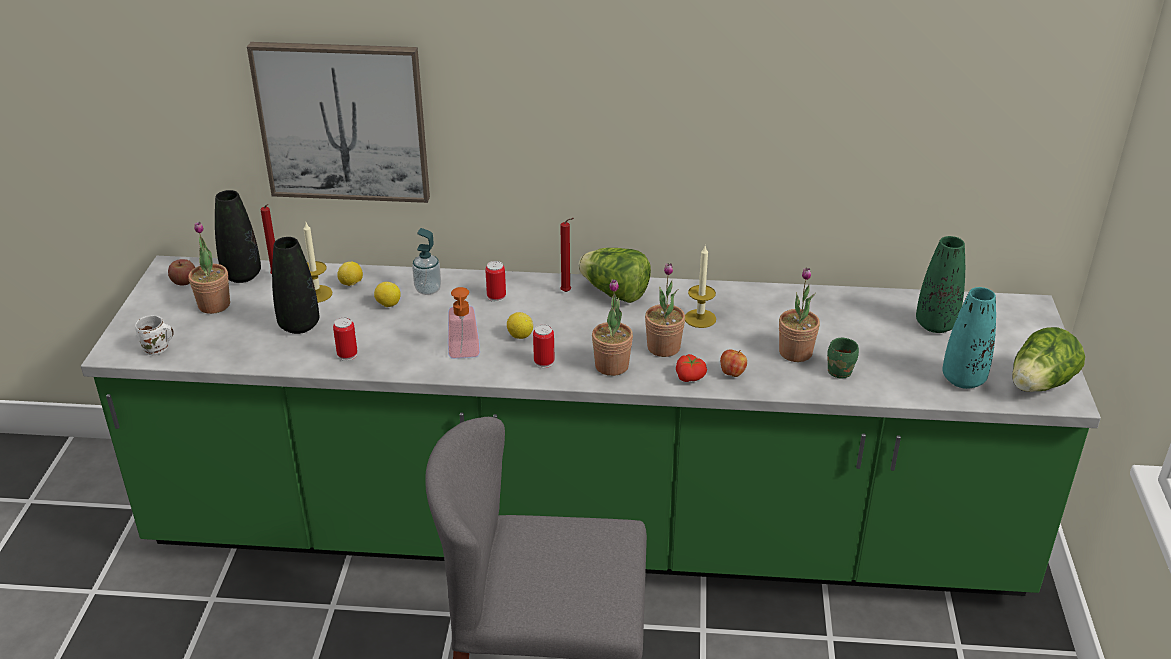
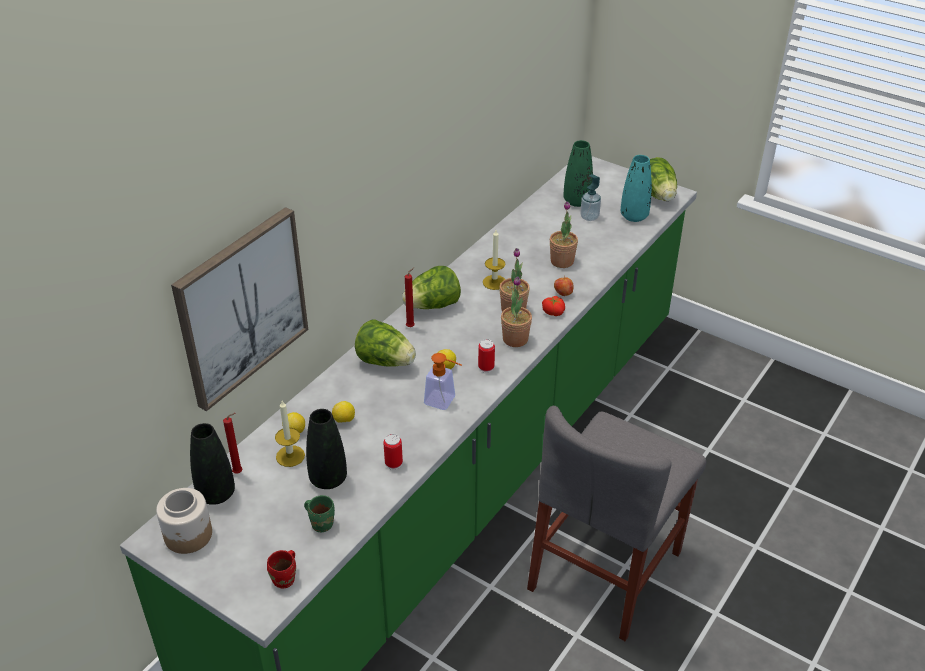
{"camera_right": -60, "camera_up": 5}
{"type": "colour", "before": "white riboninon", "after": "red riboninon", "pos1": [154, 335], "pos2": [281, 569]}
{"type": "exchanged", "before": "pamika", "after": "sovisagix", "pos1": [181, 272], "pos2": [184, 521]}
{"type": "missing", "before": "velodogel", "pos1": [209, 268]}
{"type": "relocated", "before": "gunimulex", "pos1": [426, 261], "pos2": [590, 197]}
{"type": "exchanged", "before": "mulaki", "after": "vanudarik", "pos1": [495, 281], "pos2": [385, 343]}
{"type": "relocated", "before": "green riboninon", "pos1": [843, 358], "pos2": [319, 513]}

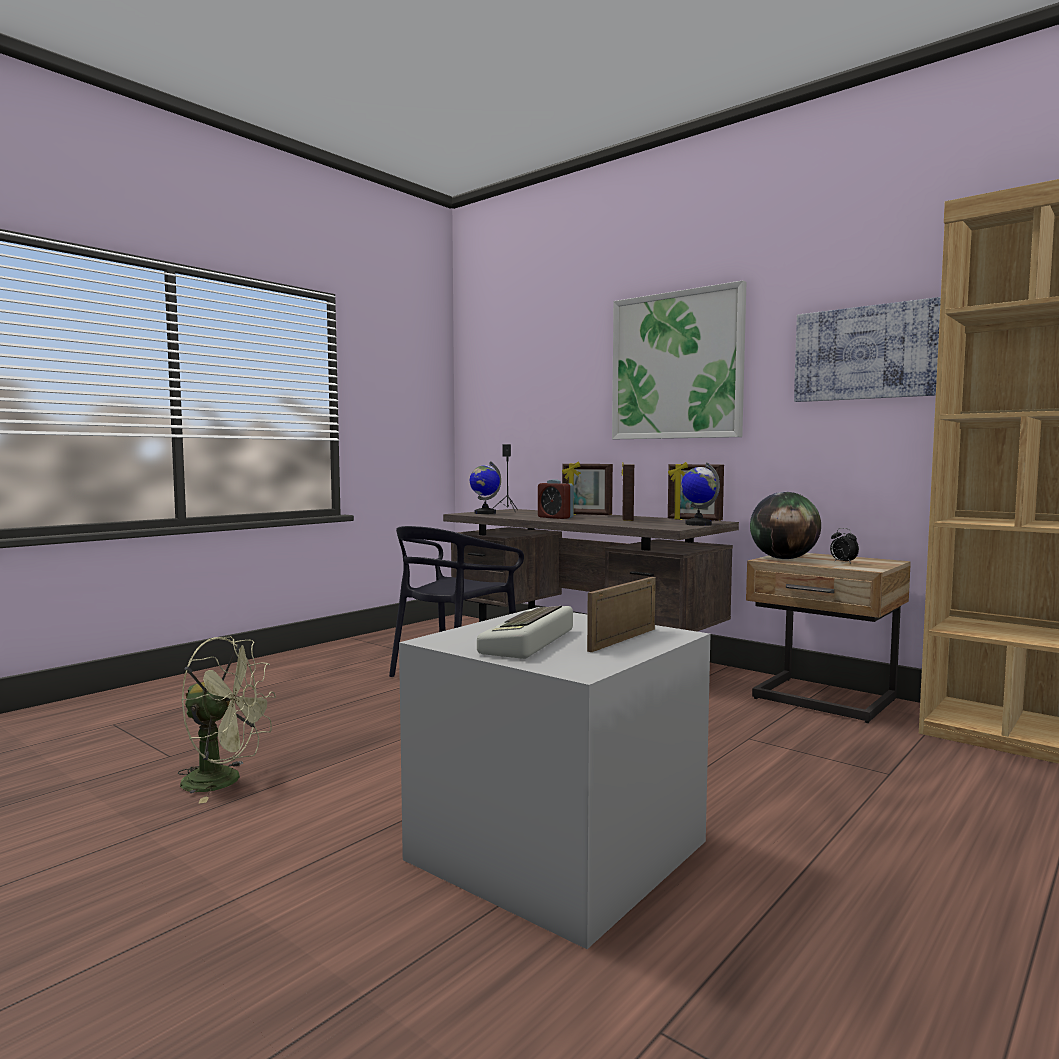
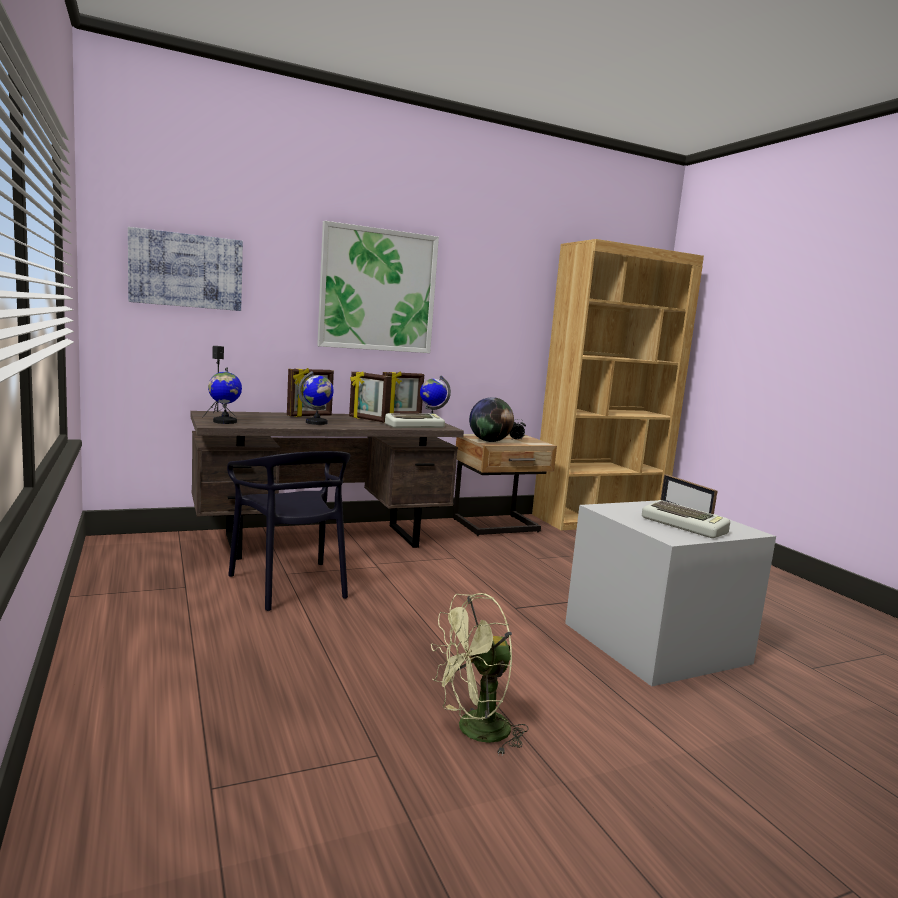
{"camera_right": -65, "camera_up": 5}
{"type": "spun", "before": "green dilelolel", "pos1": [227, 720], "pos2": [480, 674], "turn": -150}
{"type": "exchanged", "before": "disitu", "after": "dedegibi", "pos1": [556, 499], "pos2": [316, 398]}
{"type": "relocated", "before": "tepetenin", "pos1": [867, 349], "pos2": [185, 269]}
{"type": "appeared", "after": "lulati", "pos2": [415, 420]}

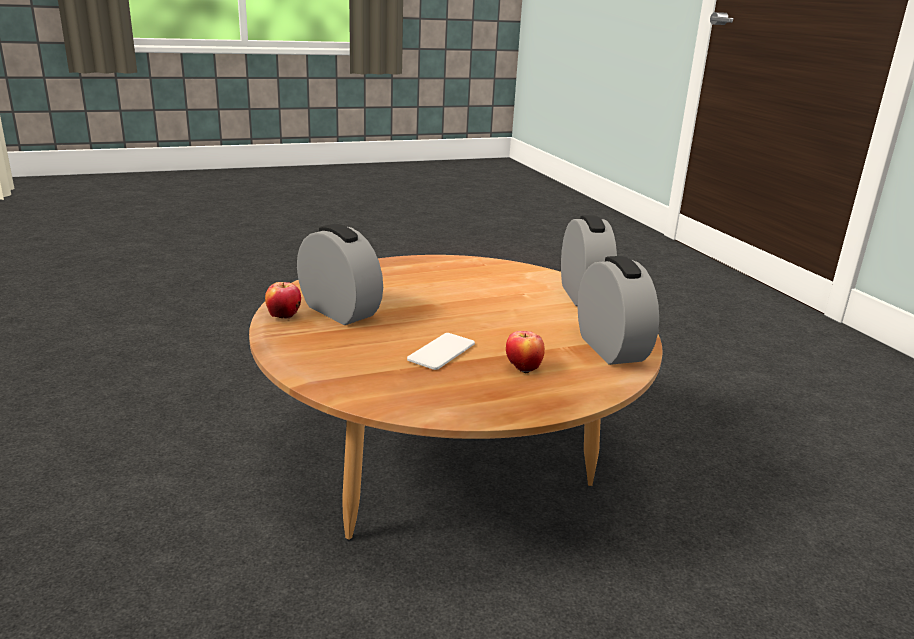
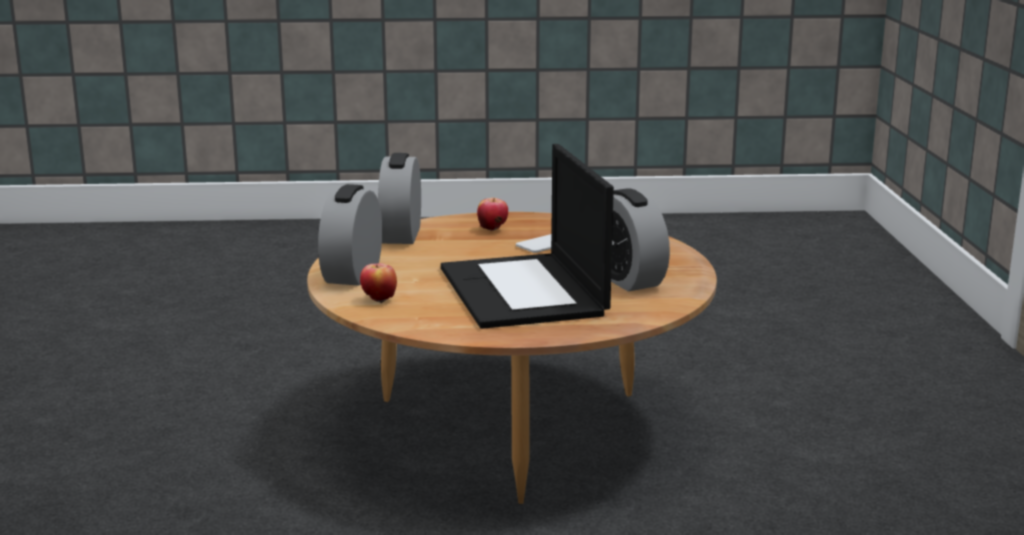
{"camera_right": -160, "camera_up": -5}
{"type": "relocated", "before": "pamika", "pos1": [283, 300], "pos2": [378, 283]}
{"type": "appeared", "after": "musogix", "pos2": [527, 236]}

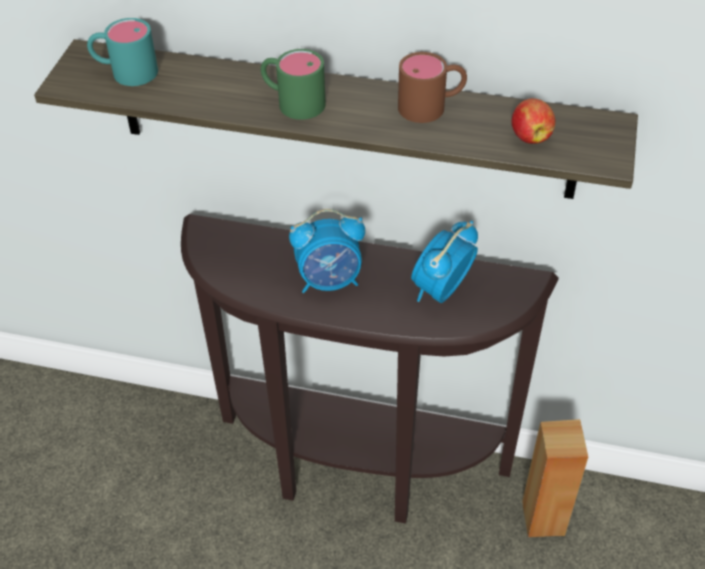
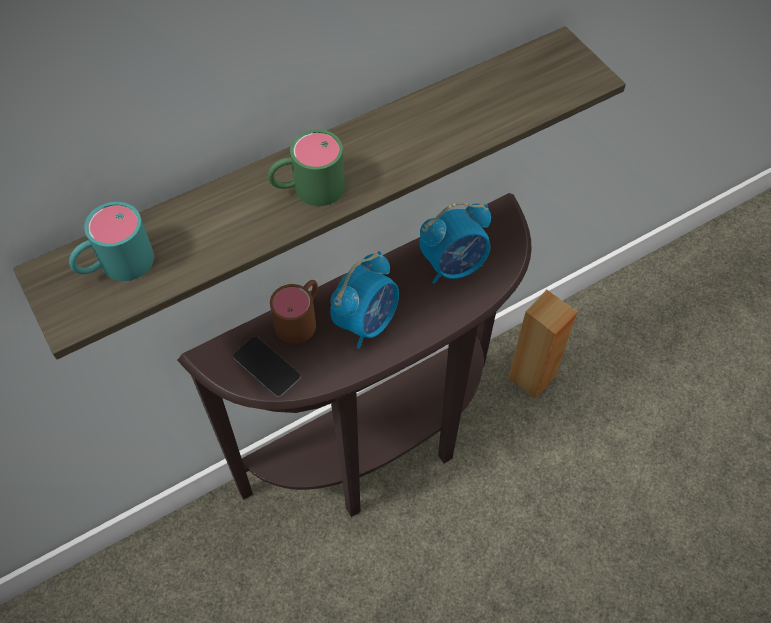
{"camera_right": -45, "camera_up": 10}
{"type": "relocated", "before": "brown riboninon", "pos1": [432, 87], "pos2": [294, 312]}
{"type": "spun", "before": "disitu", "pos1": [444, 262], "pos2": [455, 243], "turn": -105}
{"type": "missing", "before": "pamika", "pos1": [533, 121]}
{"type": "appeared", "after": "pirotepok", "pos2": [267, 367]}

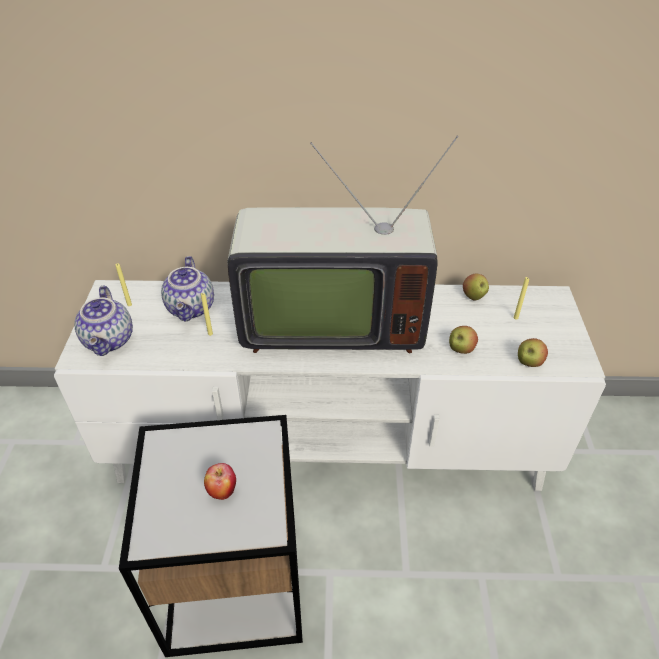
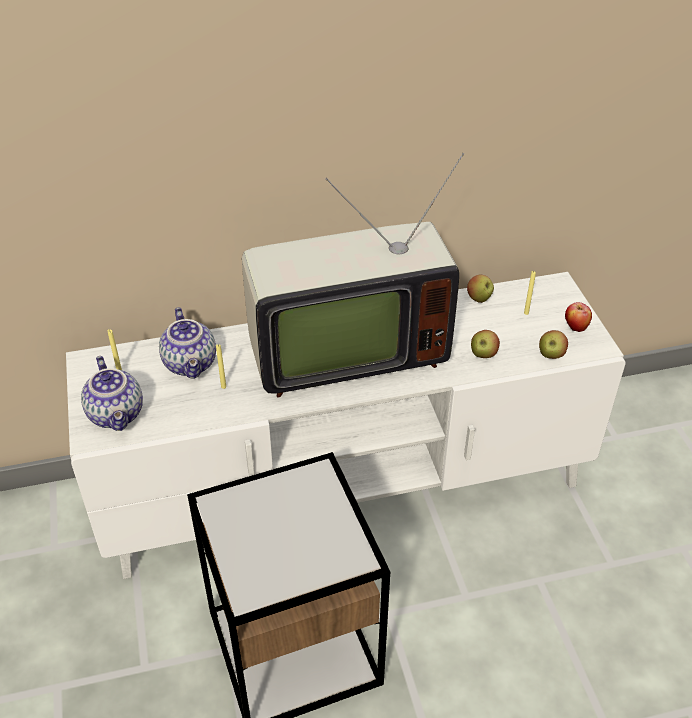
{"camera_right": -15, "camera_up": 0}
{"type": "relocated", "before": "pamika", "pos1": [220, 481], "pos2": [578, 317]}

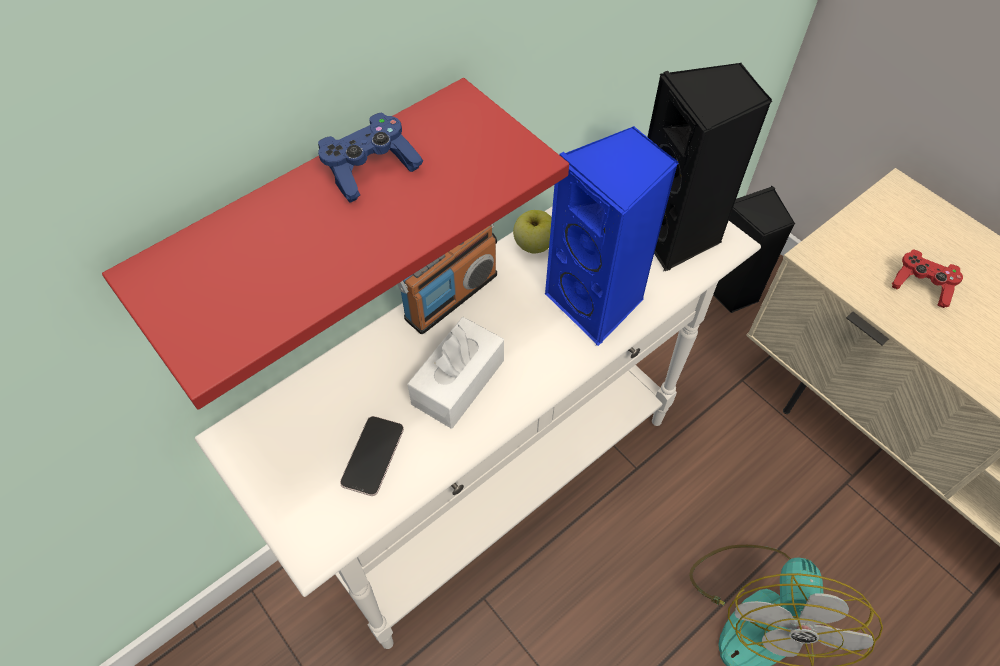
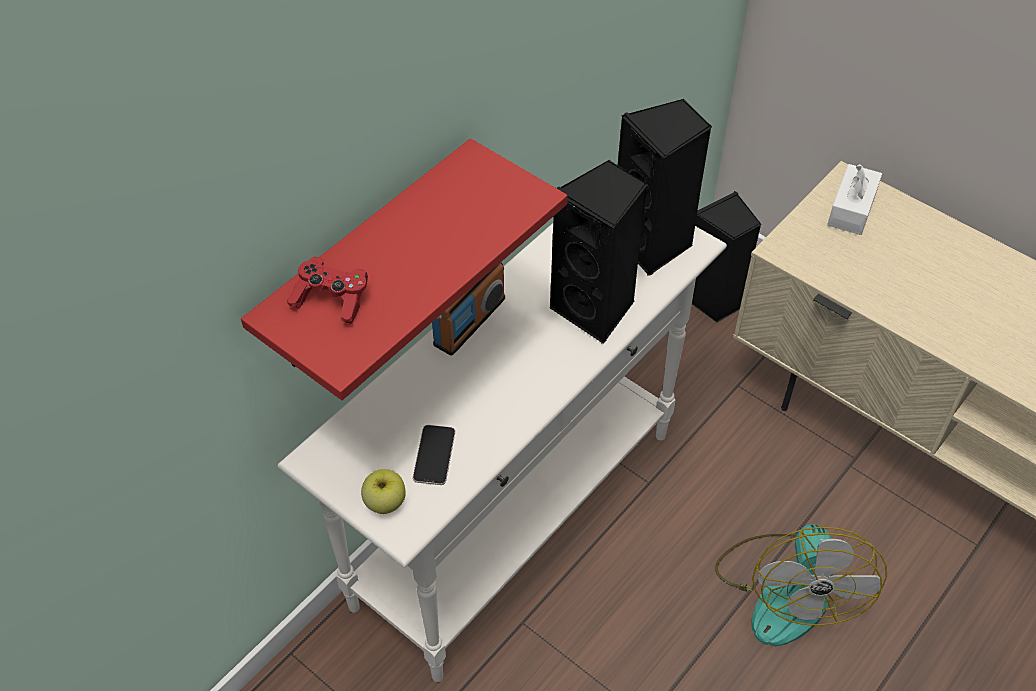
{"camera_right": -10, "camera_up": -5}
{"type": "missing", "before": "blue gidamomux", "pos1": [370, 158]}
{"type": "relocated", "before": "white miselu", "pos1": [455, 373], "pos2": [854, 199]}
{"type": "relocated", "before": "pamika", "pos1": [532, 231], "pos2": [383, 491]}
{"type": "colour", "before": "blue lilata", "after": "black lilata", "pos1": [612, 236], "pos2": [599, 252]}
{"type": "relocated", "before": "red gidamomux", "pos1": [927, 279], "pos2": [327, 290]}

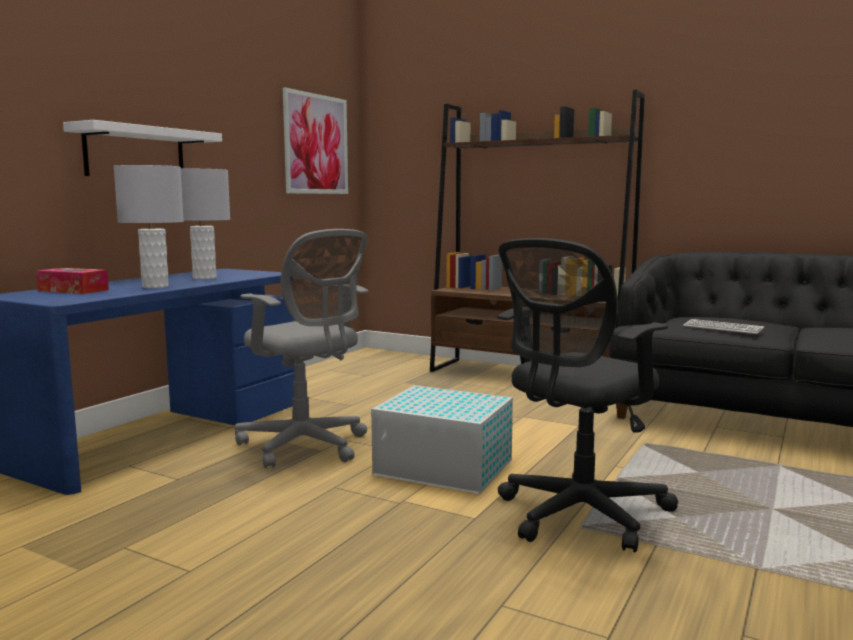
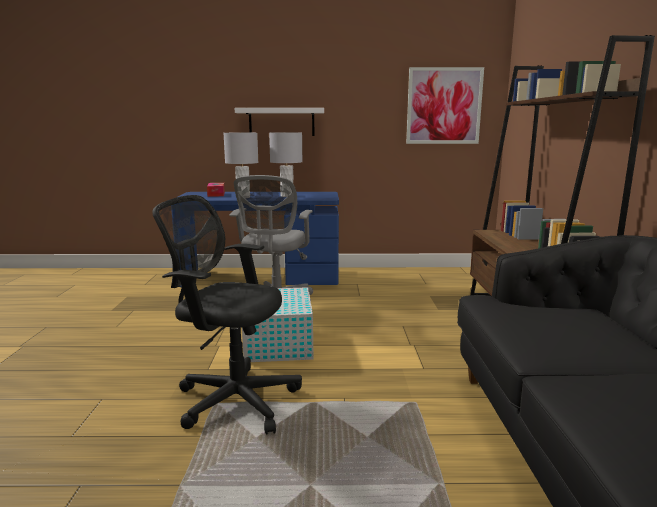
{"camera_right": 60, "camera_up": 5}
{"type": "missing", "before": "lulati", "pos1": [723, 326]}

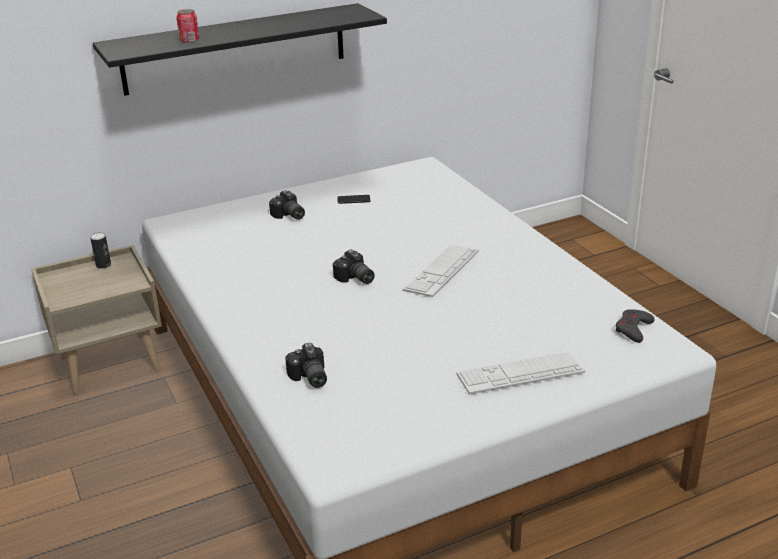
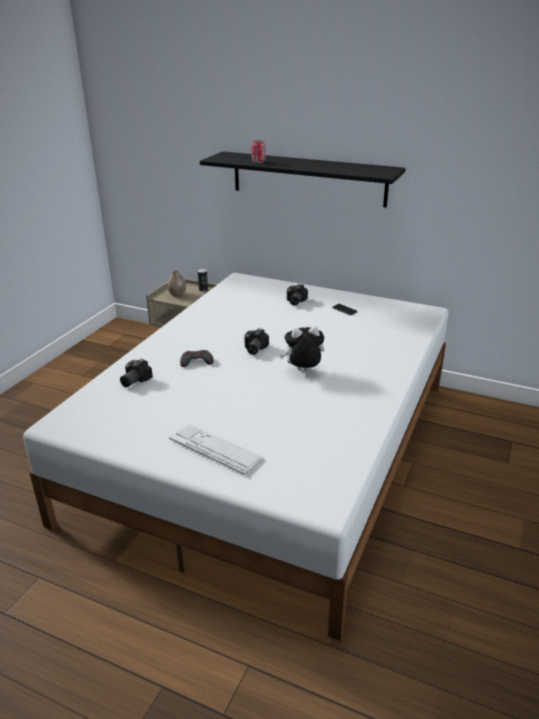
{"camera_right": 50, "camera_up": 0}
{"type": "exchanged", "before": "lulati", "after": "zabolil", "pos1": [441, 271], "pos2": [302, 348]}
{"type": "relocated", "before": "grey gidamomux", "pos1": [635, 326], "pos2": [197, 358]}
{"type": "appeared", "after": "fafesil", "pos2": [176, 283]}

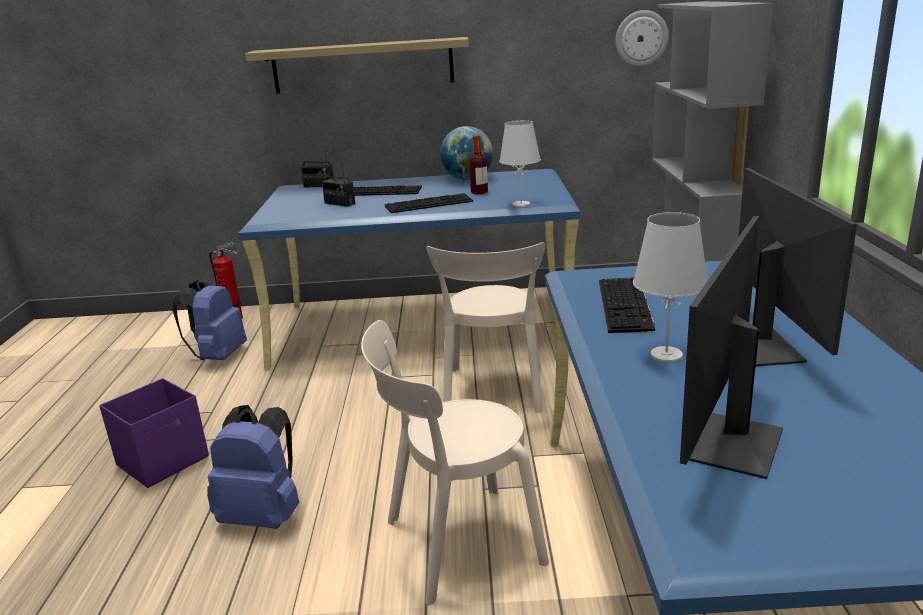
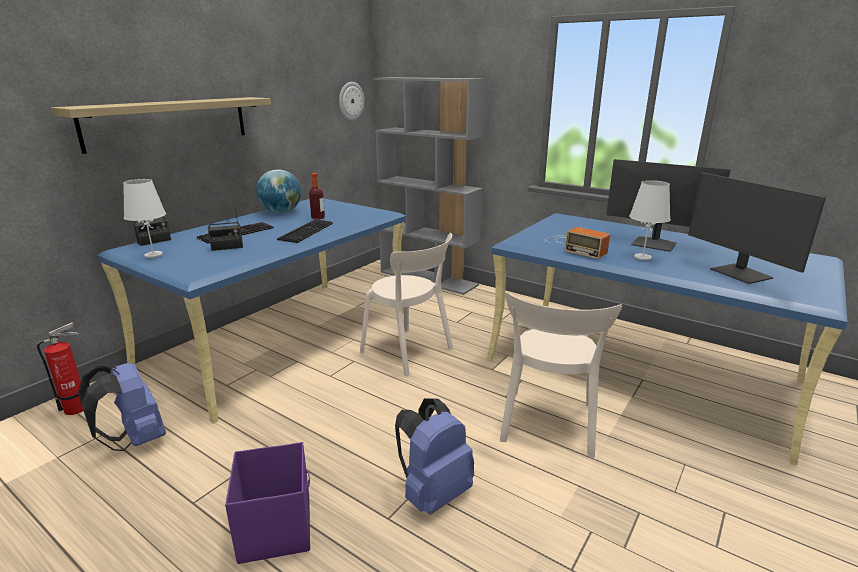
{"camera_right": -55, "camera_up": 0}
{"type": "relocated", "before": "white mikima", "pos1": [520, 163], "pos2": [144, 218]}
{"type": "exchanged", "before": "lulati", "after": "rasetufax", "pos1": [627, 305], "pos2": [577, 243]}

